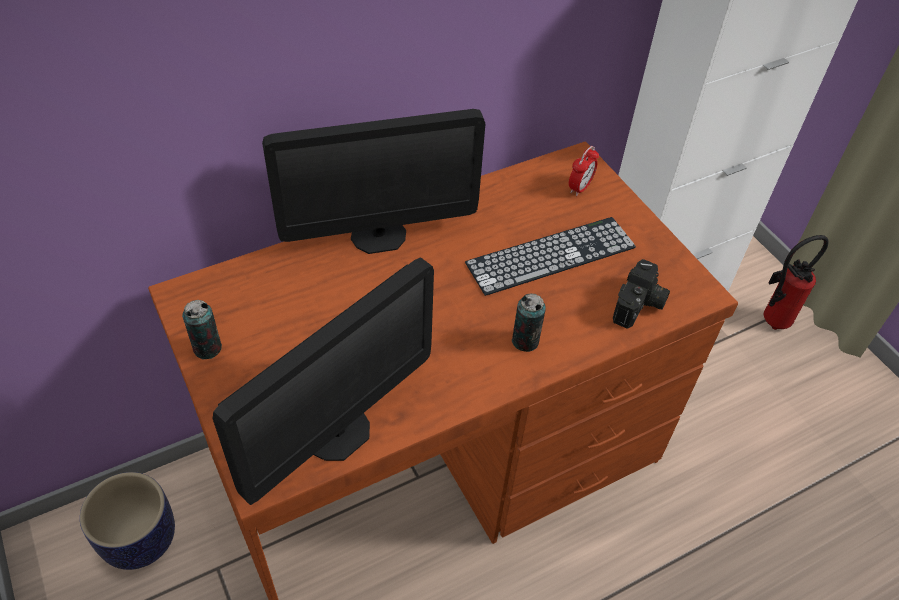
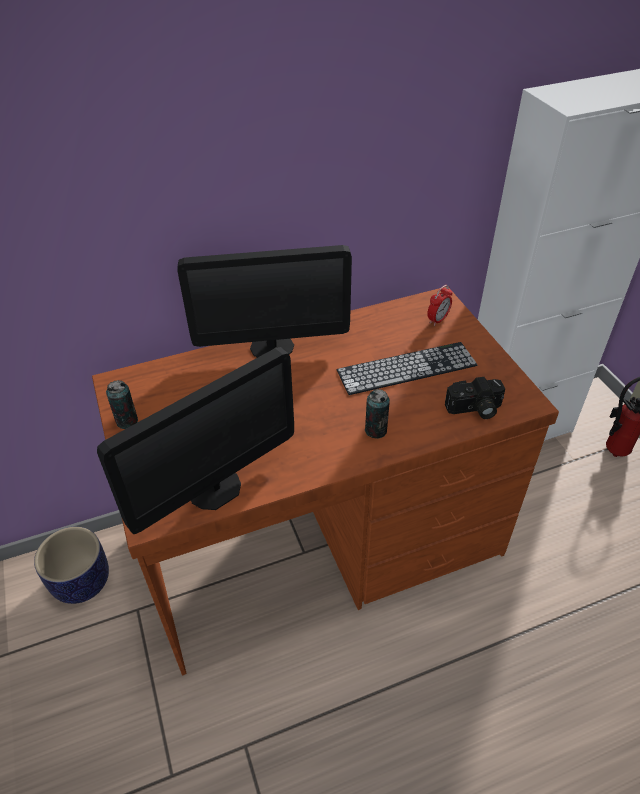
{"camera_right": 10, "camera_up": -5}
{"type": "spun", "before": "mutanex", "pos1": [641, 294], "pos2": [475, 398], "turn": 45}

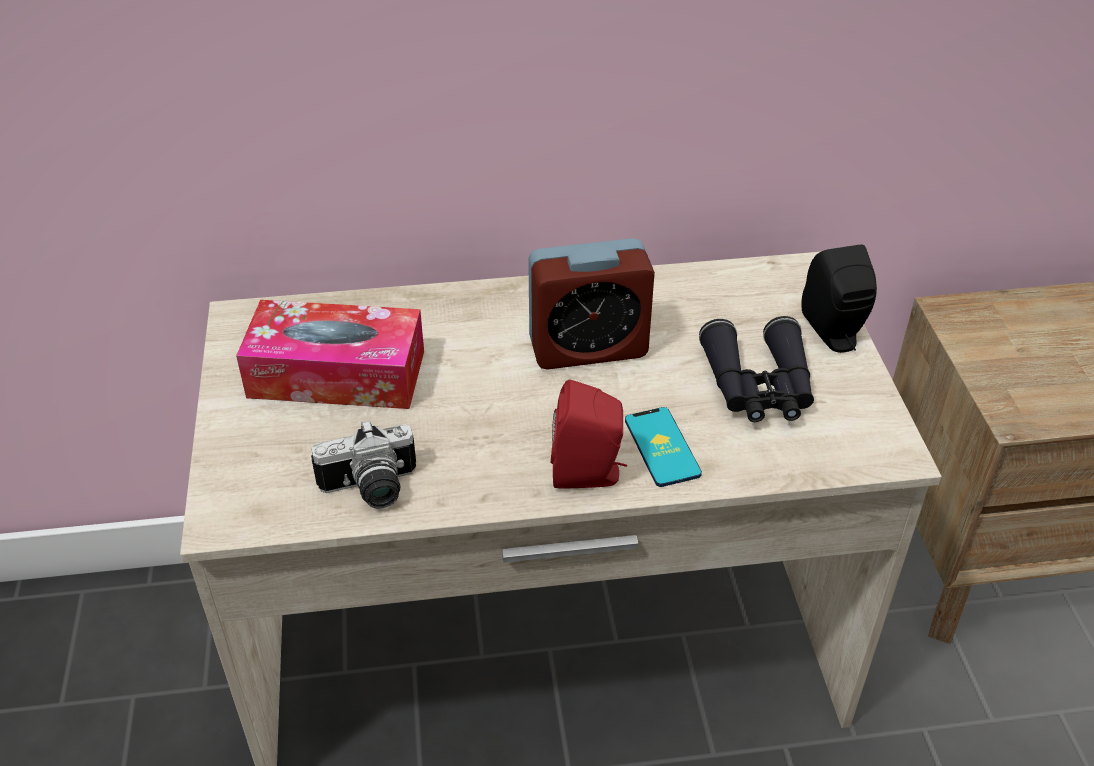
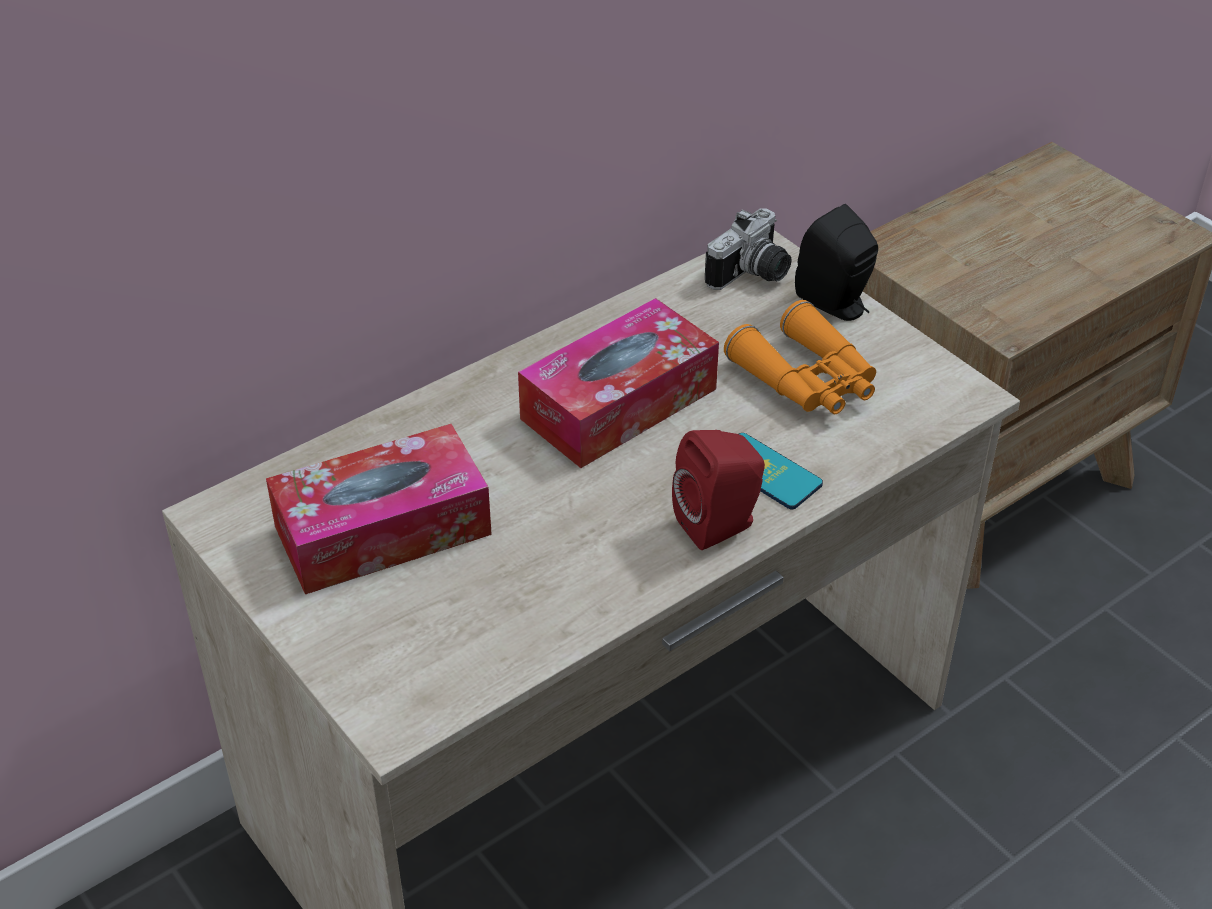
{"camera_right": -30, "camera_up": 0}
{"type": "relocated", "before": "mutanex", "pos1": [363, 464], "pos2": [748, 249]}
{"type": "exchanged", "before": "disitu", "after": "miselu", "pos1": [591, 304], "pos2": [618, 383]}
{"type": "colour", "before": "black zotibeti", "after": "orange zotibeti", "pos1": [756, 369], "pos2": [800, 357]}

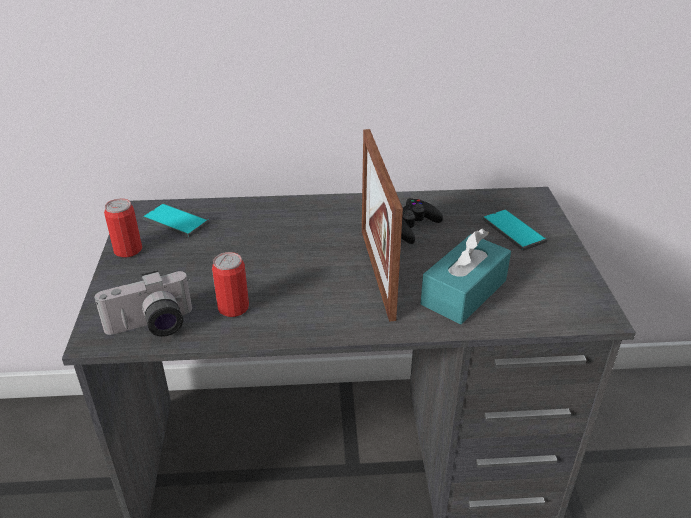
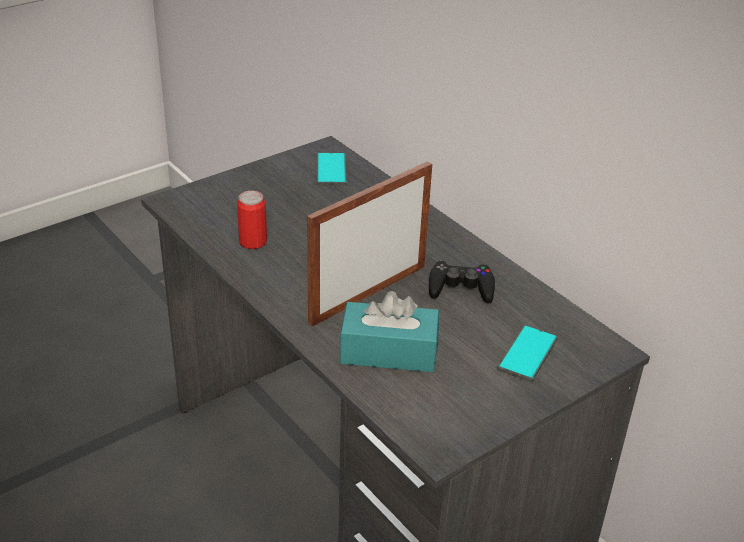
{"camera_right": 55, "camera_up": 0}
{"type": "missing", "before": "mutanex", "pos1": [143, 303]}
{"type": "missing", "before": "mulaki", "pos1": [123, 228]}

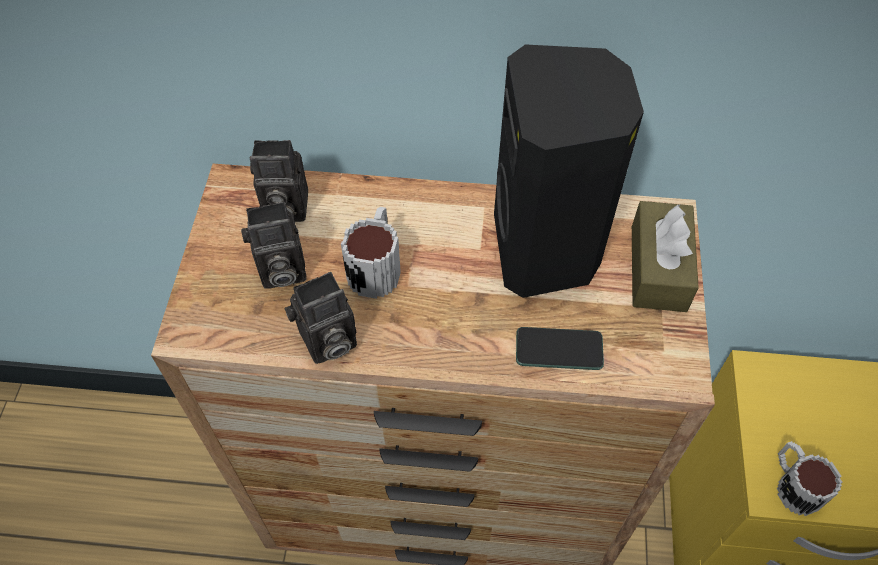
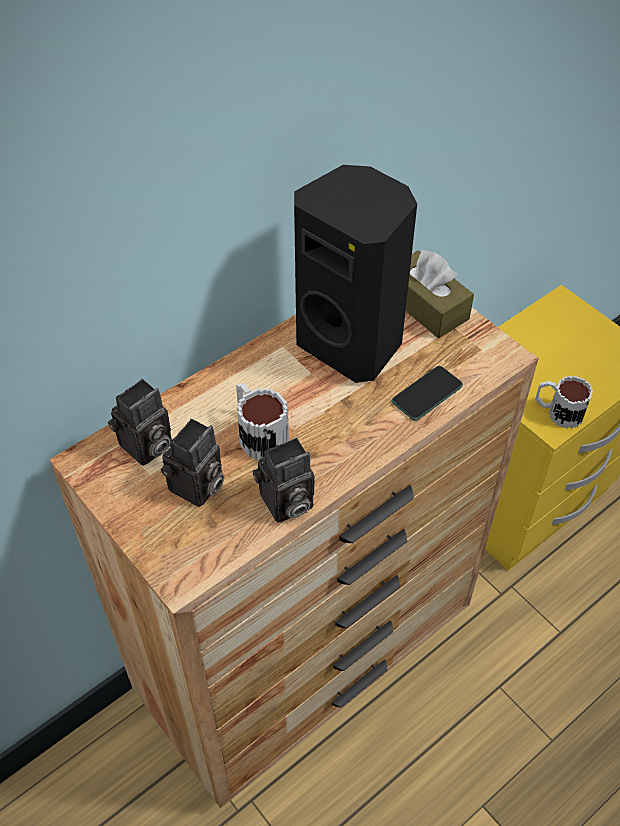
{"camera_right": -45, "camera_up": -5}
{"type": "spun", "before": "mutanex", "pos1": [320, 318], "pos2": [283, 480], "turn": 45}

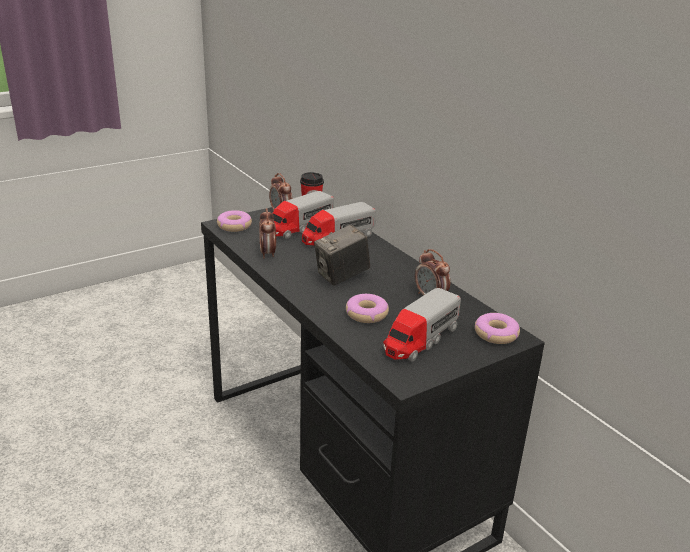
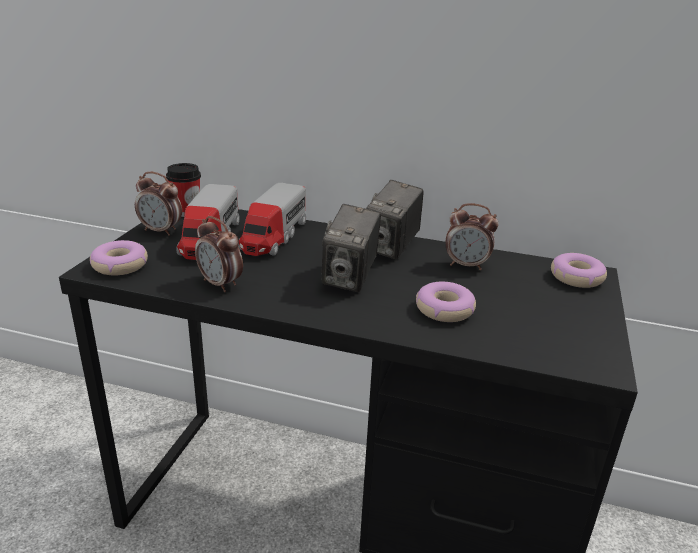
{"camera_right": -40, "camera_up": 0}
{"type": "missing", "before": "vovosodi", "pos1": [422, 325]}
{"type": "appeared", "after": "mutanex", "pos2": [395, 219]}

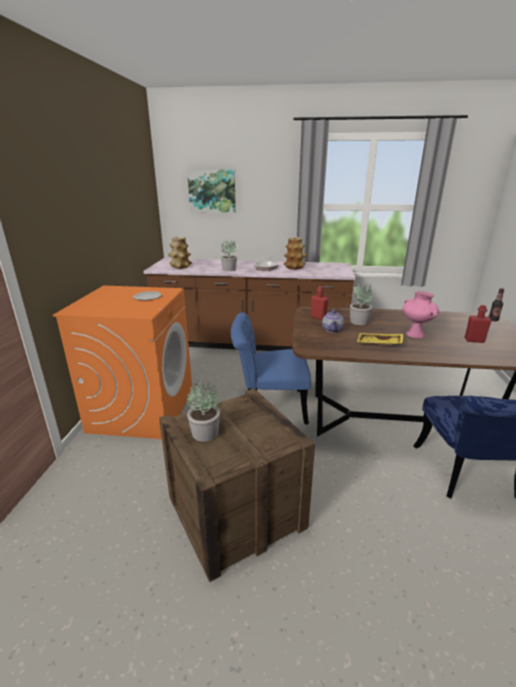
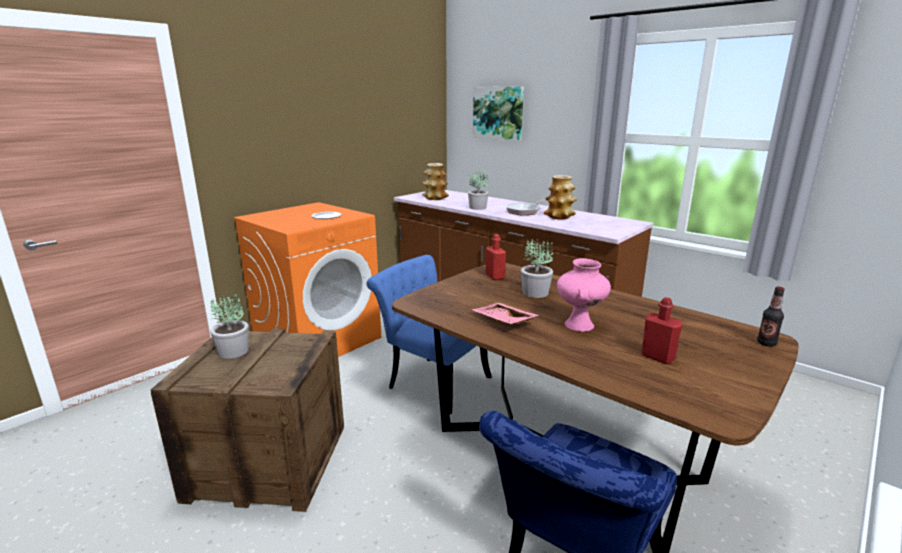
{"camera_right": 35, "camera_up": -5}
{"type": "missing", "before": "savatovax", "pos1": [333, 321]}
{"type": "colour", "before": "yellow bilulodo", "after": "pink bilulodo", "pos1": [380, 339], "pos2": [505, 314]}

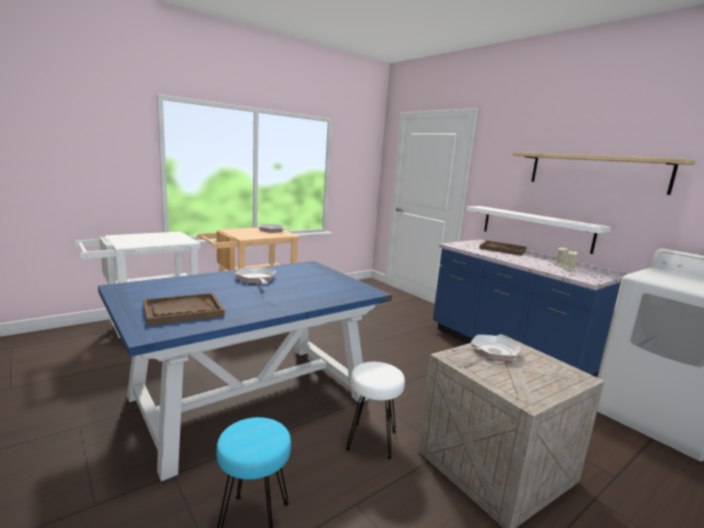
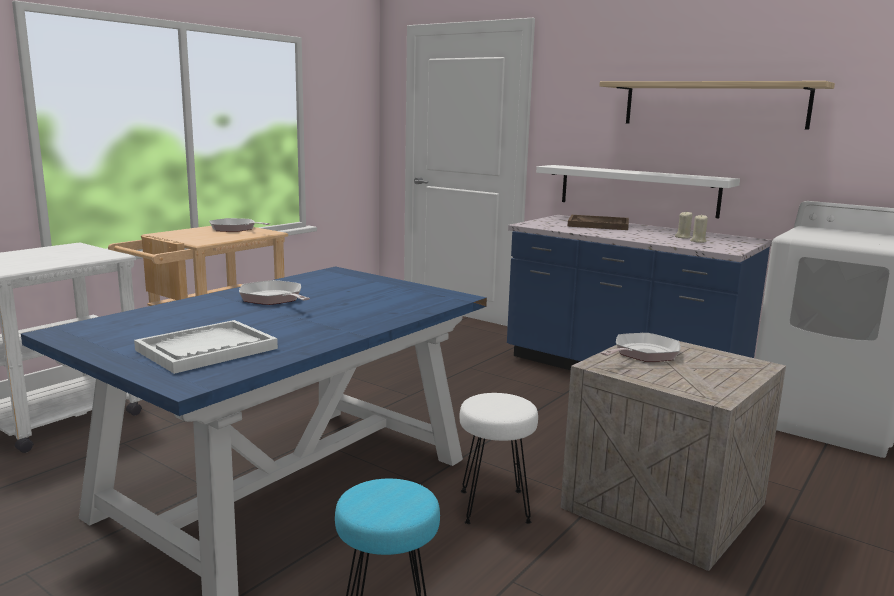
{"camera_right": -15, "camera_up": 0}
{"type": "colour", "before": "brown bilulodo", "after": "white bilulodo", "pos1": [183, 309], "pos2": [206, 347]}

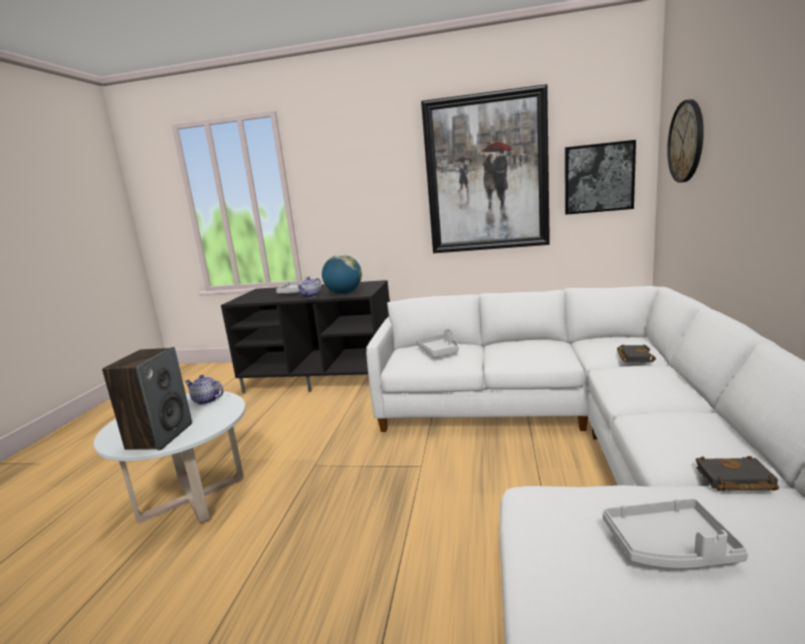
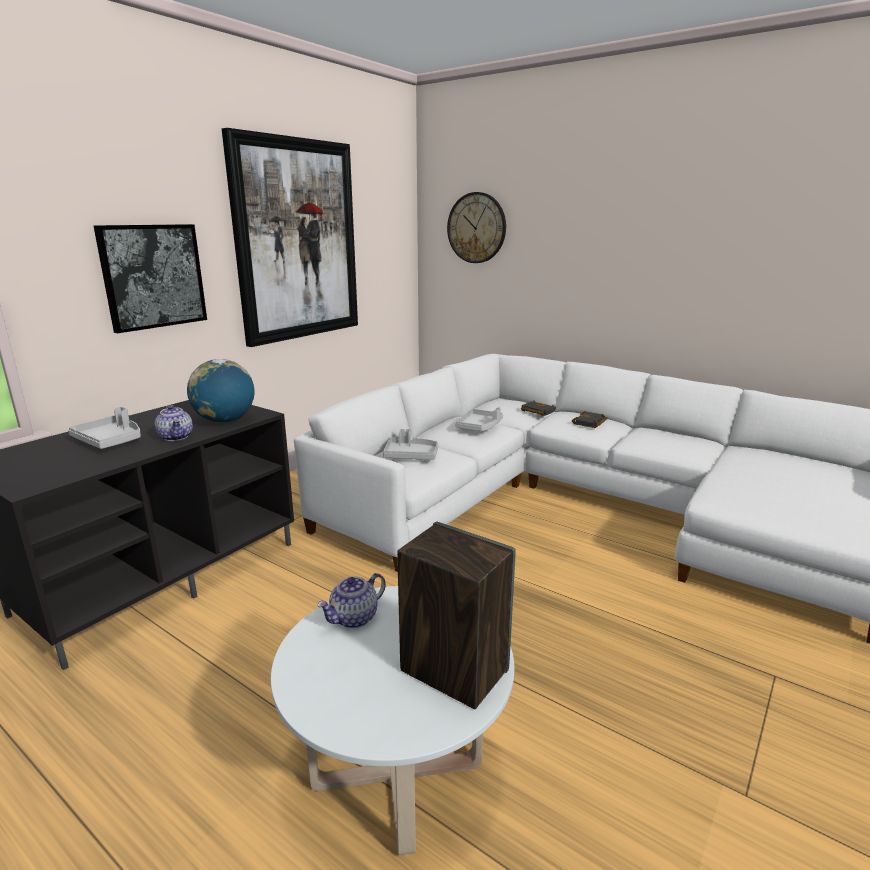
{"camera_right": -65, "camera_up": 5}
{"type": "relocated", "before": "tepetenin", "pos1": [600, 177], "pos2": [150, 278]}
{"type": "relocated", "before": "grey bilulodo", "pos1": [675, 533], "pos2": [479, 419]}
{"type": "relocated", "before": "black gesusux", "pos1": [737, 473], "pos2": [589, 419]}

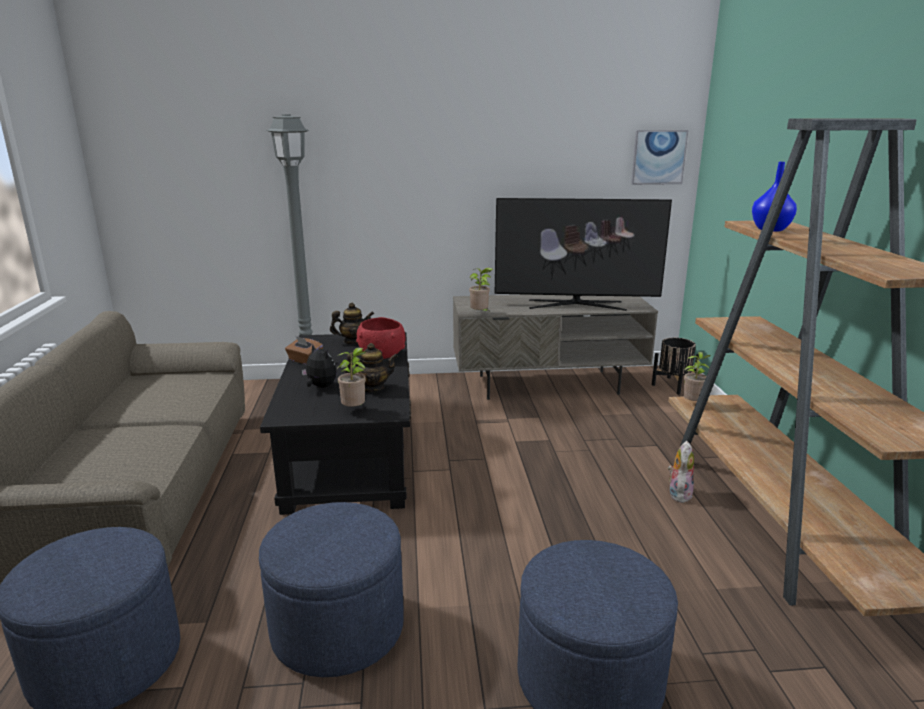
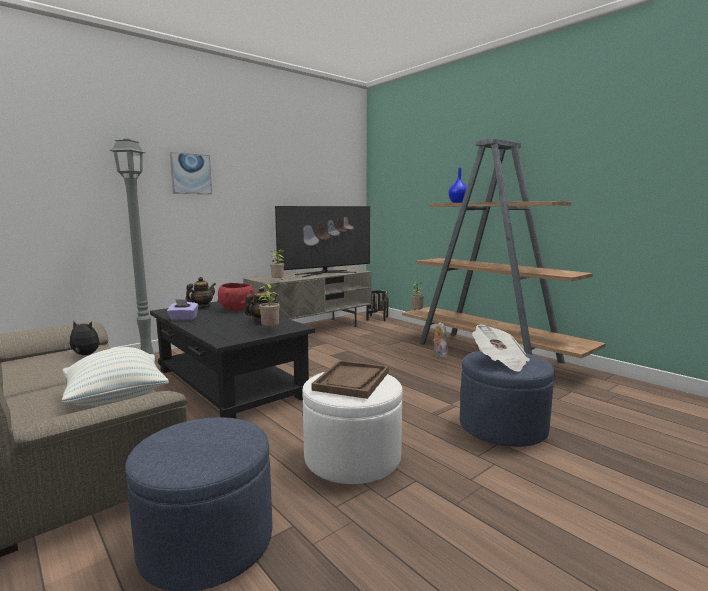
{"camera_right": -35, "camera_up": -10}
{"type": "colour", "before": "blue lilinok", "after": "white lilinok", "pos1": [331, 589], "pos2": [352, 428]}
{"type": "colour", "before": "brown miselu", "after": "purple miselu", "pos1": [304, 350], "pos2": [183, 310]}
{"type": "relocated", "before": "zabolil", "pos1": [319, 366], "pos2": [81, 338]}
{"type": "relocated", "before": "tepetenin", "pos1": [659, 157], "pos2": [191, 173]}
{"type": "appeared", "after": "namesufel", "pos2": [115, 376]}
{"type": "appeared", "after": "brown bilulodo", "pos2": [350, 379]}
{"type": "appeared", "after": "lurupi", "pos2": [501, 348]}

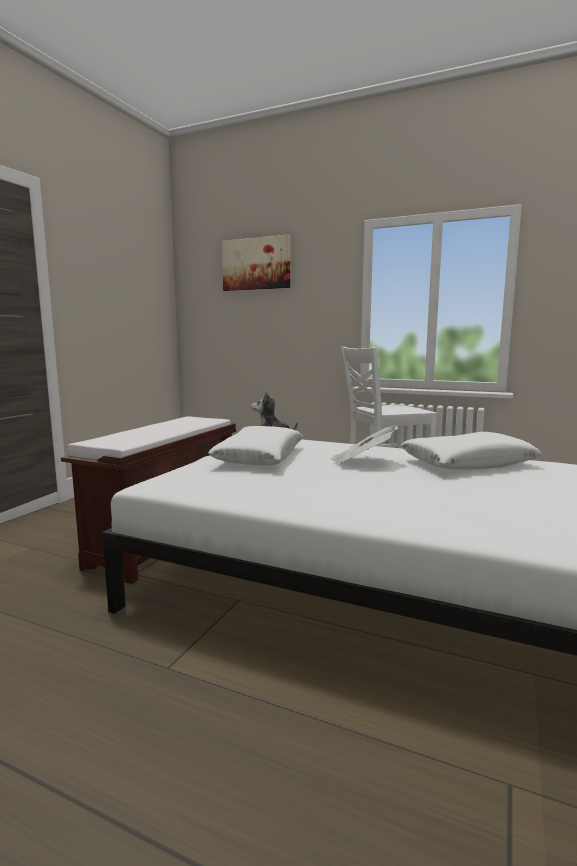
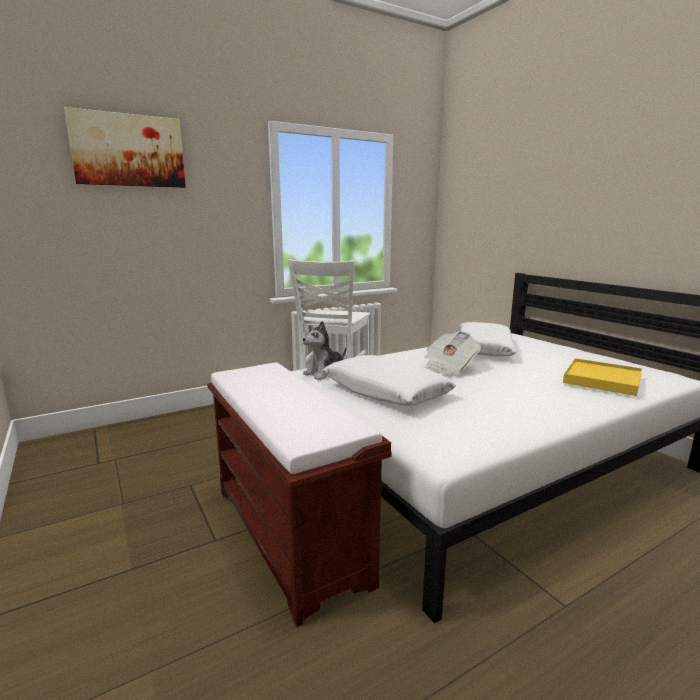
{"camera_right": -55, "camera_up": 5}
{"type": "appeared", "after": "yellow bilulodo", "pos2": [602, 377]}

